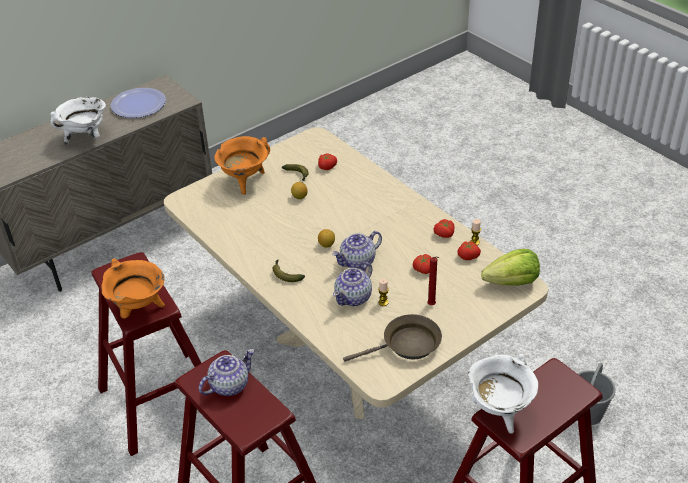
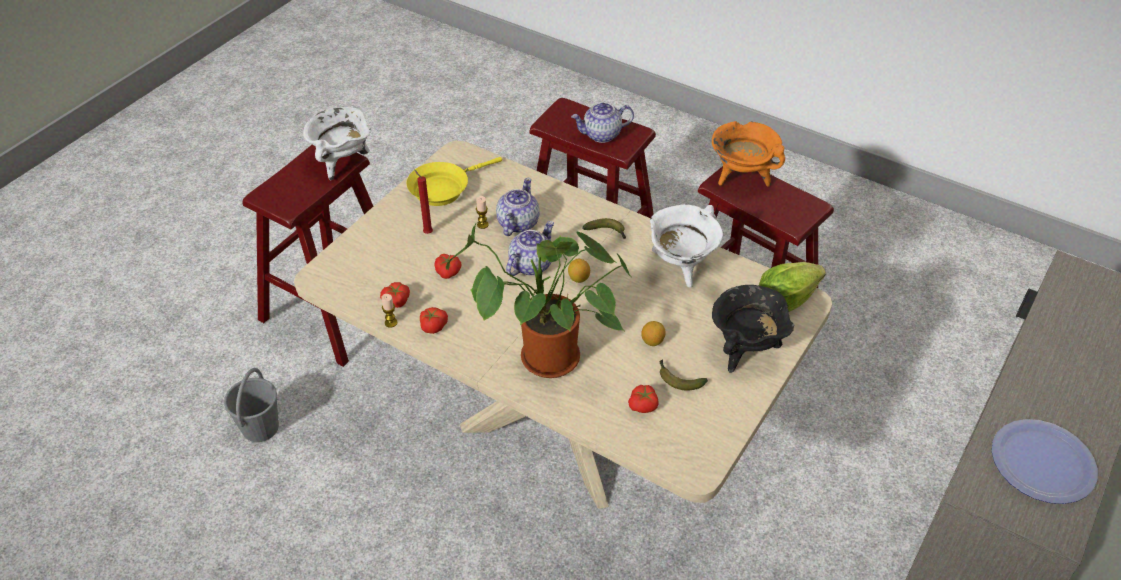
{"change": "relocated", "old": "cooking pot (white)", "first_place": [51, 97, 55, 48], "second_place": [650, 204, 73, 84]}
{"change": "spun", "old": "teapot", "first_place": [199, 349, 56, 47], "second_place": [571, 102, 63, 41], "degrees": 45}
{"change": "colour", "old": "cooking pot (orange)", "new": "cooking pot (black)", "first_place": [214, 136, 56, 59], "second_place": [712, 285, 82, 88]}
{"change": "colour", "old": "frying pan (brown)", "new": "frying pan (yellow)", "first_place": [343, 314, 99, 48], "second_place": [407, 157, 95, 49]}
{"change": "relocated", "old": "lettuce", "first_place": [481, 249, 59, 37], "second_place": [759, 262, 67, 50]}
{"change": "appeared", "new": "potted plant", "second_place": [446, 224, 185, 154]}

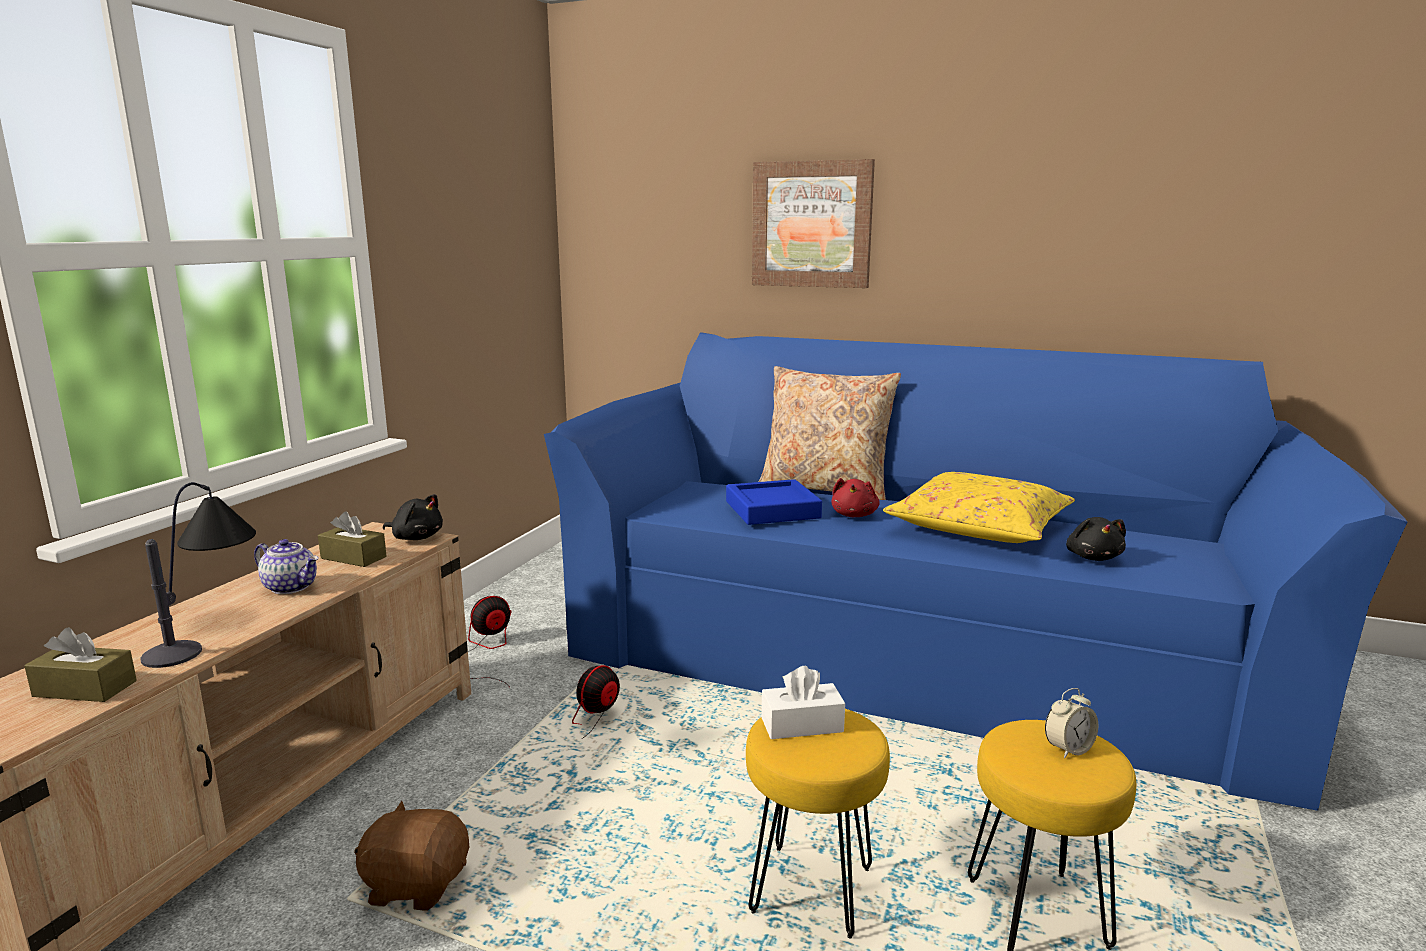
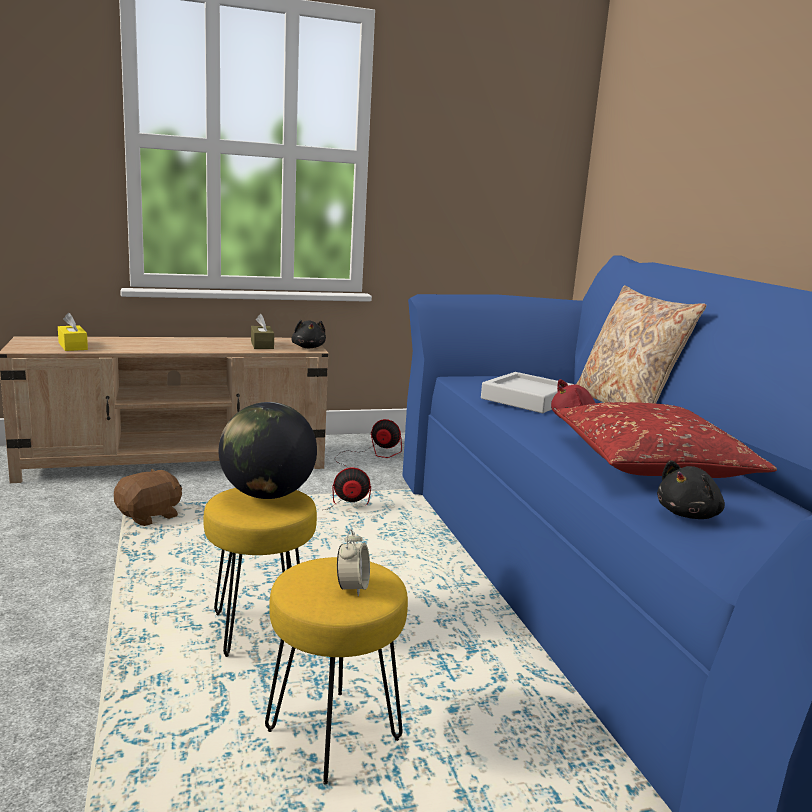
{"change": "colour", "old": "tissue box (brown)", "new": "tissue box (yellow)", "first_place": [24, 627, 113, 75], "second_place": [58, 313, 30, 38]}
{"change": "missing", "old": "table lamp", "first_place": [140, 482, 116, 186]}
{"change": "missing", "old": "teapot", "first_place": [254, 539, 65, 55]}
{"change": "spun", "old": "plush toy (brown)", "first_place": [354, 801, 115, 110], "second_place": [114, 468, 68, 58], "degrees": 75}
{"change": "colour", "old": "tray (blue)", "new": "tray (grey)", "first_place": [726, 479, 96, 46], "second_place": [481, 372, 92, 41]}
{"change": "missing", "old": "picture", "first_place": [752, 159, 123, 129]}
{"change": "exchanged", "old": "tissue box (white)", "new": "globe", "first_place": [762, 666, 83, 73], "second_place": [219, 402, 98, 97]}
{"change": "colour", "old": "pillow (yellow)", "new": "pillow (red)", "first_place": [883, 472, 192, 71], "second_place": [556, 402, 221, 76]}
{"change": "spun", "old": "alarm clock", "first_place": [1045, 688, 53, 71], "second_place": [337, 529, 33, 68], "degrees": -105}

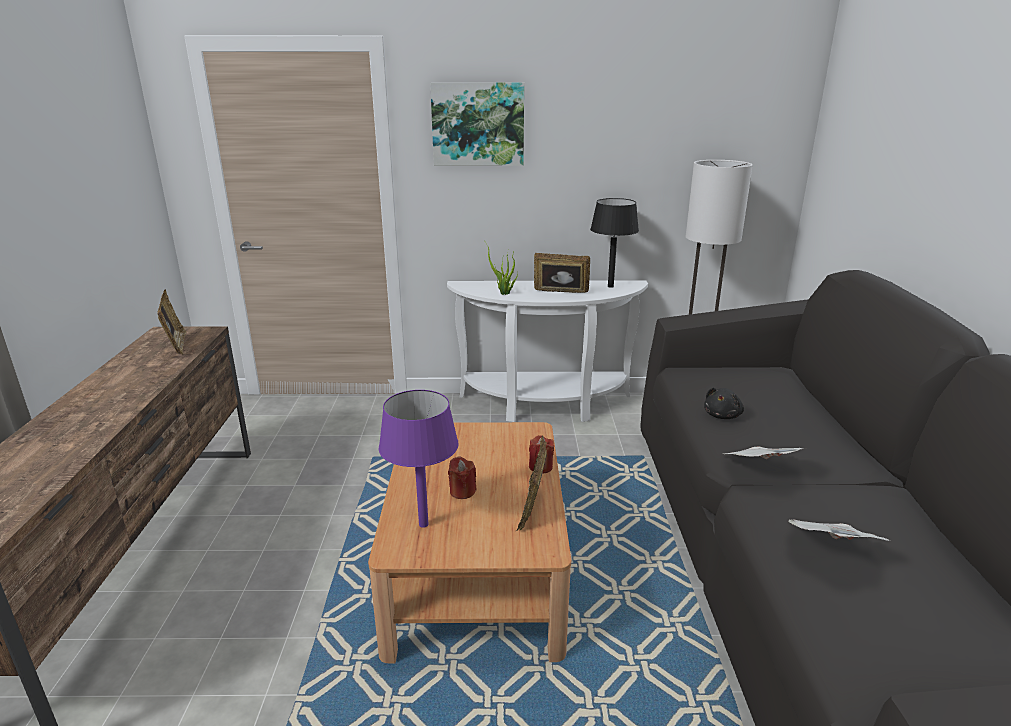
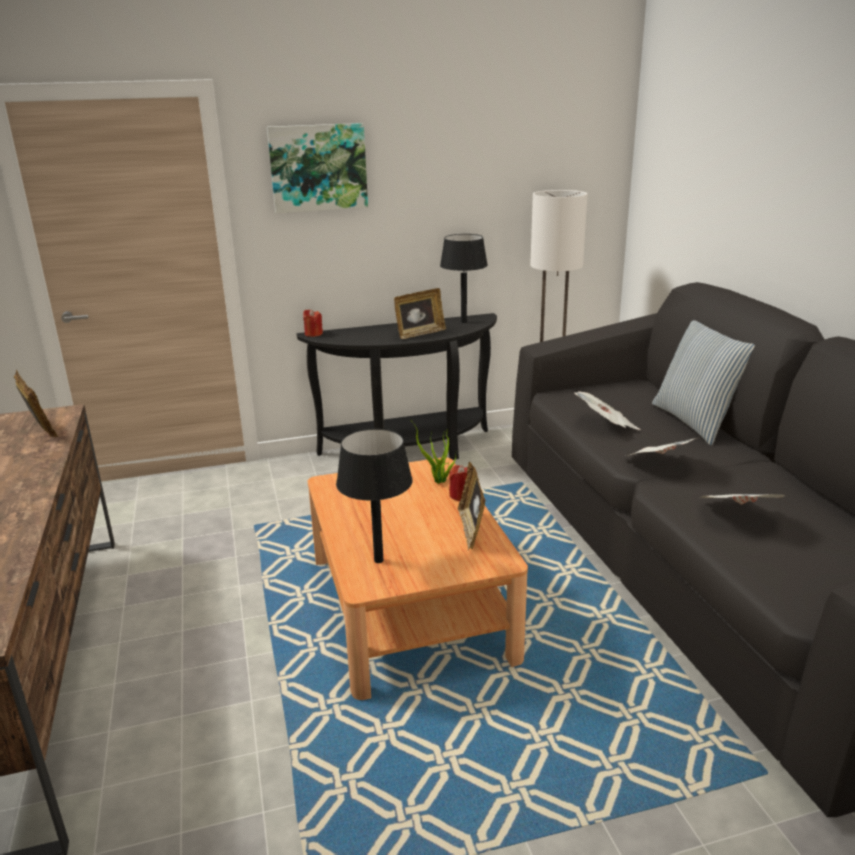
{"change": "colour", "old": "table lamp (purple)", "new": "table lamp (black)", "first_place": [379, 390, 80, 138], "second_place": [336, 429, 77, 134]}
{"change": "colour", "old": "console table (white)", "new": "console table (black)", "first_place": [447, 280, 201, 142], "second_place": [296, 313, 201, 147]}
{"change": "relocated", "old": "candle (red)", "first_place": [448, 456, 28, 43], "second_place": [303, 309, 20, 28]}
{"change": "relocated", "old": "potted plant", "first_place": [485, 242, 33, 53], "second_place": [412, 422, 45, 61]}
{"change": "spun", "old": "picture frame", "first_place": [534, 253, 56, 40], "second_place": [394, 288, 52, 51], "degrees": 150}
{"change": "exchanged", "old": "plush toy (black)", "new": "newspaper", "first_place": [704, 387, 40, 32], "second_place": [574, 391, 66, 39]}
{"change": "appeared", "new": "pillow", "second_place": [652, 320, 103, 126]}

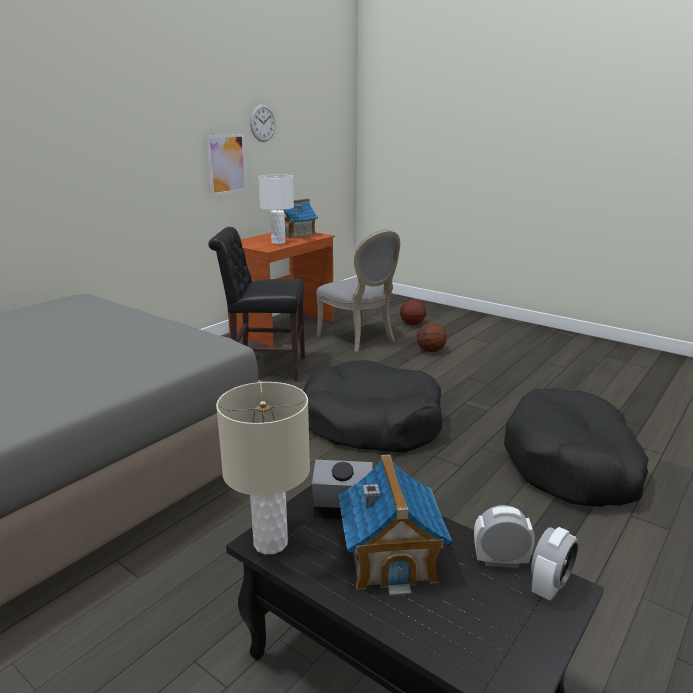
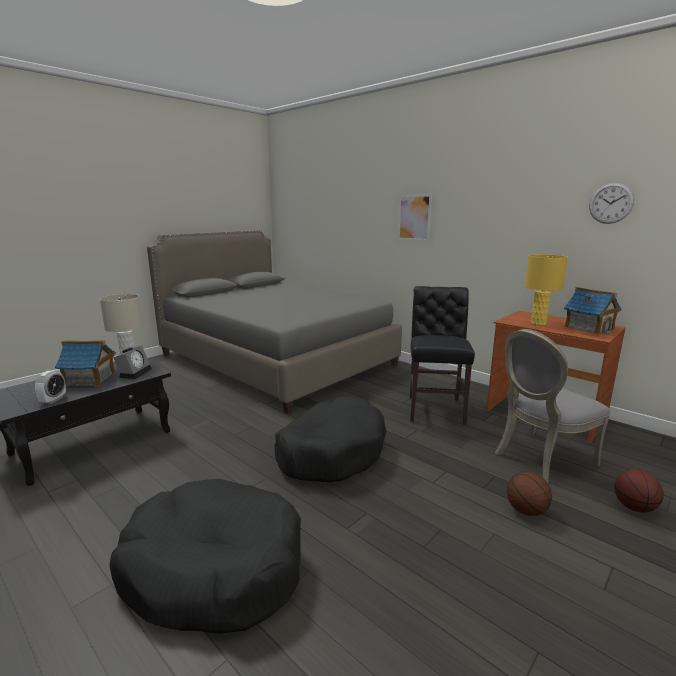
{"change": "relocated", "old": "picture", "first_place": [206, 134, 41, 62], "second_place": [398, 194, 34, 47]}
{"change": "colour", "old": "table lamp (white)", "new": "table lamp (yellow)", "first_place": [258, 174, 36, 70], "second_place": [525, 254, 43, 71]}
{"change": "missing", "old": "alarm clock", "first_place": [531, 527, 48, 74]}

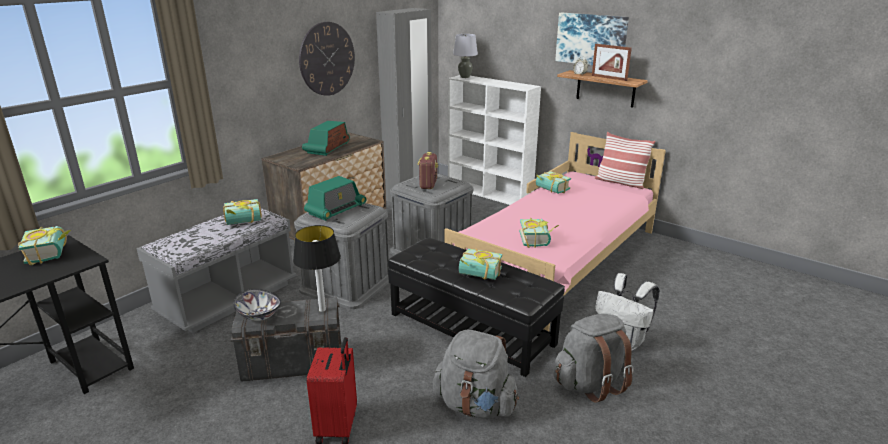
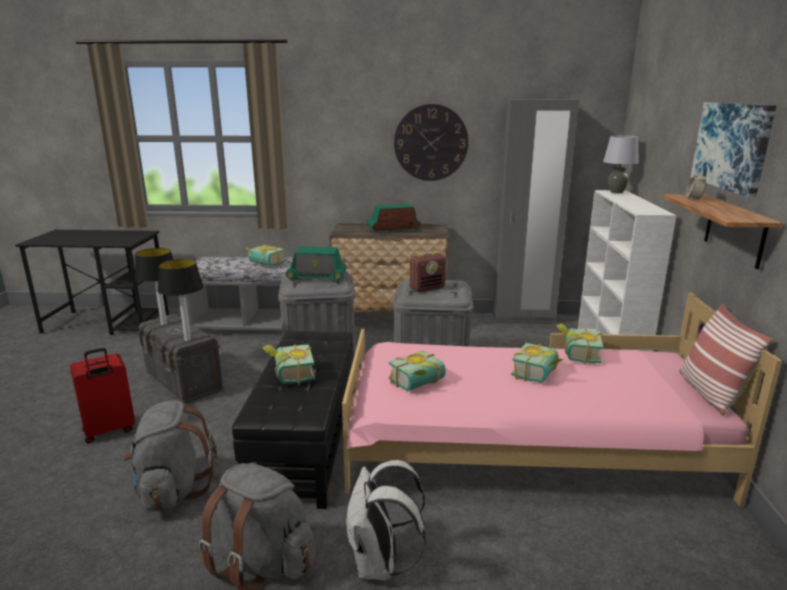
{"change": "relocated", "old": "book", "first_place": [18, 226, 53, 39], "second_place": [511, 343, 53, 40]}
{"change": "exchanged", "old": "bowl", "new": "table lamp", "first_place": [234, 289, 47, 32], "second_place": [135, 248, 38, 77]}
{"change": "missing", "old": "picture frame", "first_place": [592, 44, 40, 37]}

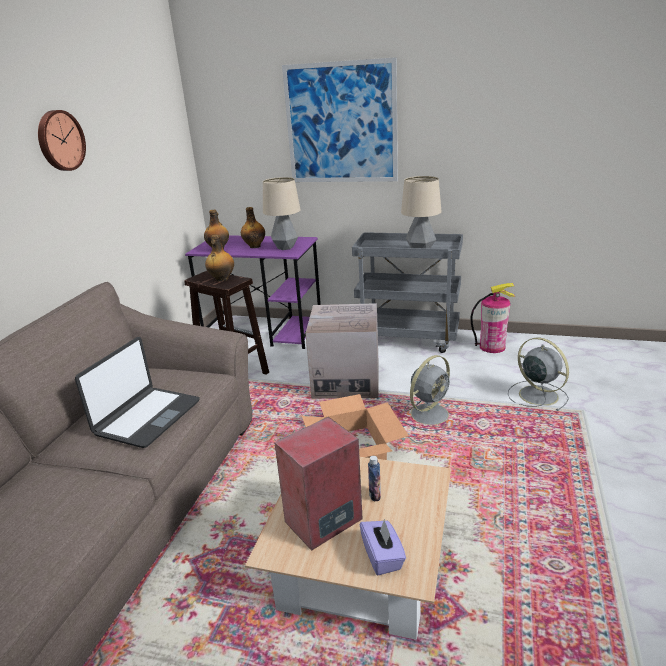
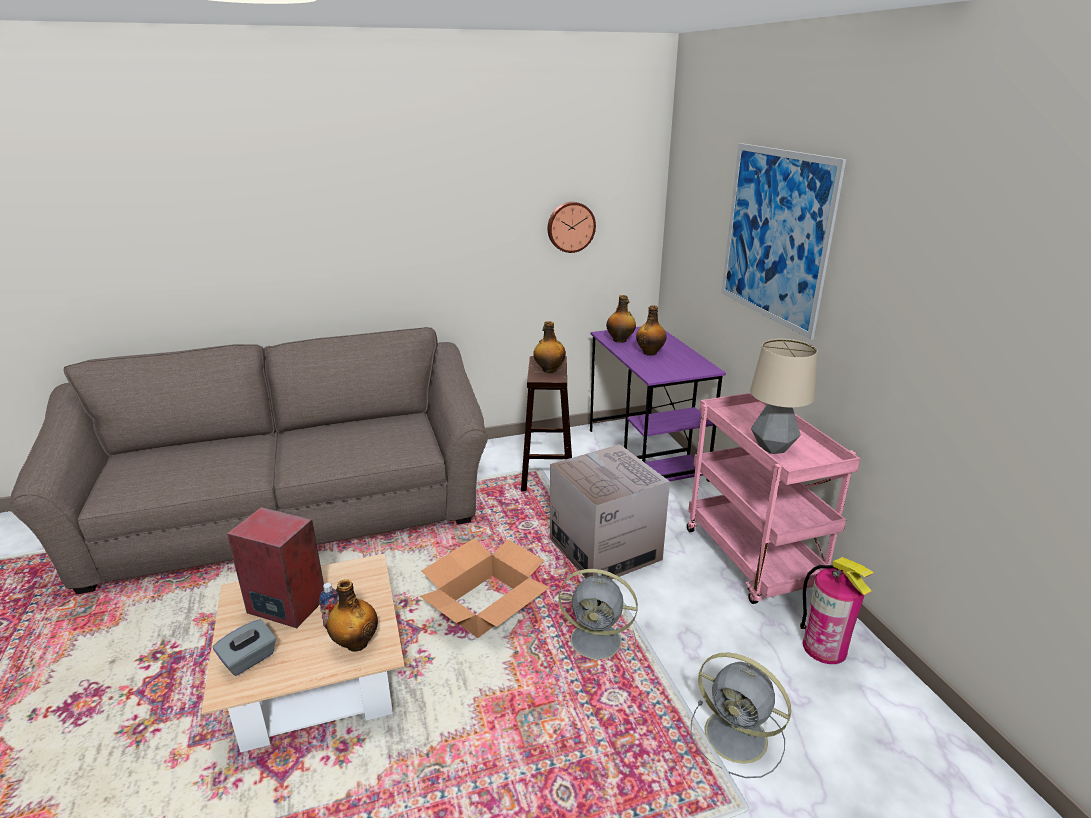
{"change": "relocated", "old": "wall clock", "first_place": [38, 110, 48, 61], "second_place": [548, 202, 48, 51]}
{"change": "missing", "old": "laptop", "first_place": [75, 337, 125, 111]}
{"change": "missing", "old": "table lamp", "first_place": [263, 177, 38, 73]}
{"change": "colour", "old": "cart (grey)", "new": "cart (pink)", "first_place": [352, 232, 111, 121], "second_place": [687, 393, 174, 211]}
{"change": "colour", "old": "tissue box (purple)", "new": "tissue box (grey)", "first_place": [360, 518, 46, 57], "second_place": [213, 619, 63, 57]}
{"change": "spun", "old": "fan (grey)", "first_place": [508, 338, 61, 73], "second_place": [690, 652, 101, 126], "degrees": 105}
{"change": "appeared", "new": "bottle", "second_place": [327, 579, 51, 73]}

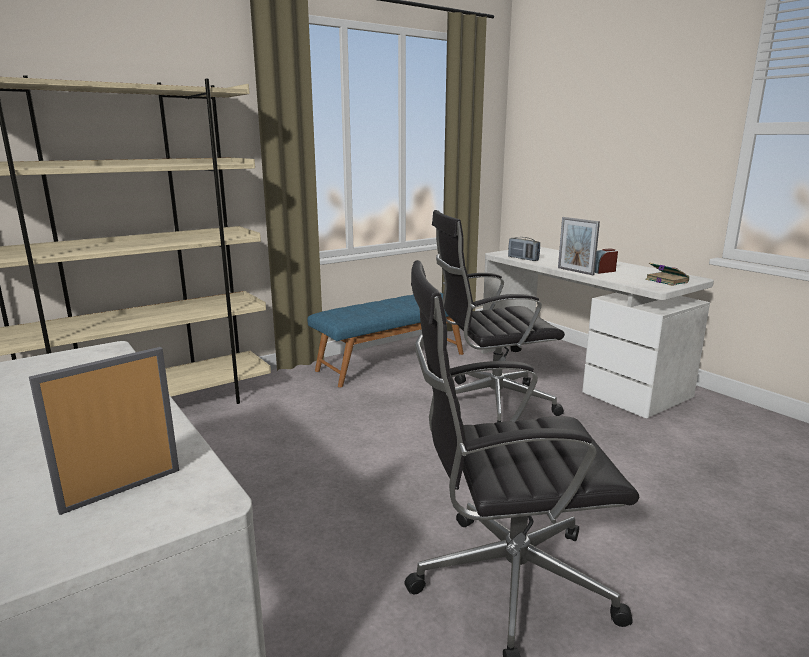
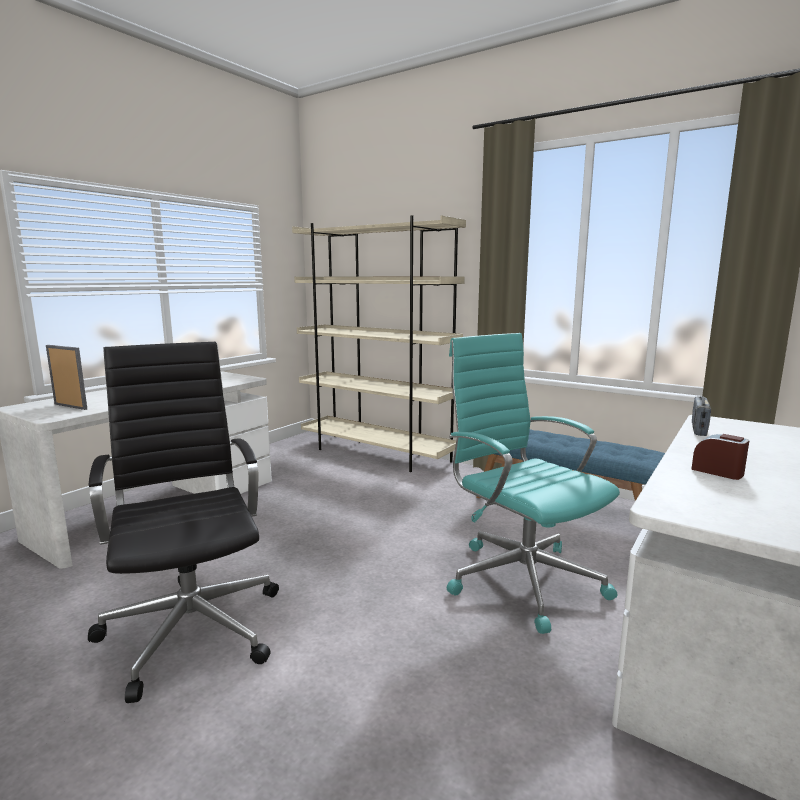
{"change": "colour", "old": "office chair (black)", "new": "office chair (turquoise)", "first_place": [432, 210, 133, 213], "second_place": [447, 333, 173, 301]}
{"change": "missing", "old": "picture frame", "first_place": [558, 217, 42, 58]}
{"change": "missing", "old": "book", "first_place": [645, 262, 44, 24]}

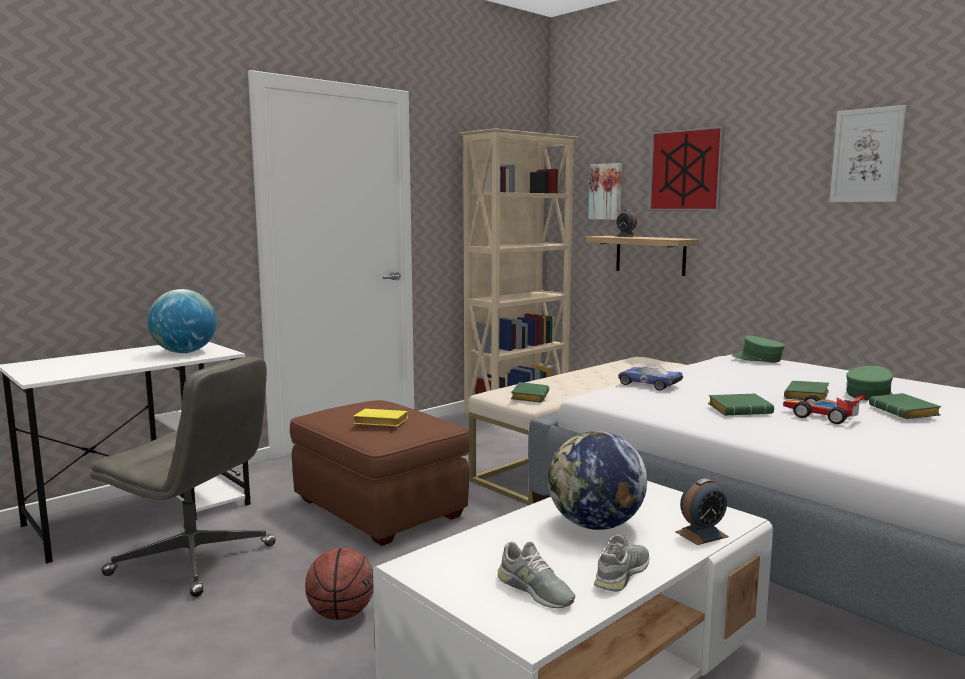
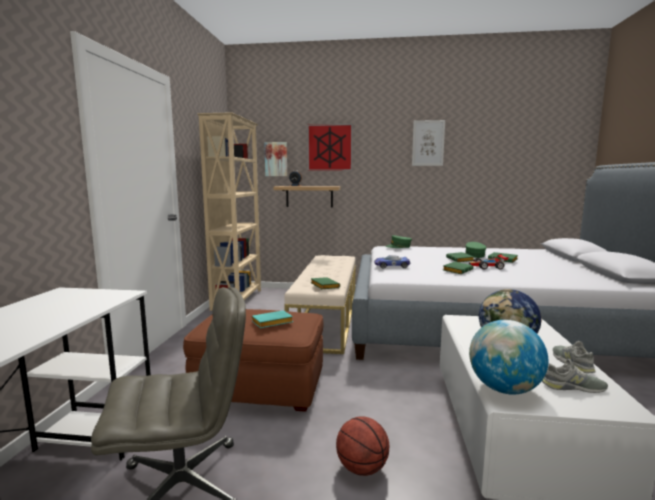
{"change": "relocated", "old": "globe", "first_place": [148, 289, 69, 64], "second_place": [469, 320, 79, 74]}
{"change": "colour", "old": "book (yellow)", "new": "book (turquoise)", "first_place": [353, 409, 55, 17], "second_place": [252, 310, 41, 18]}
{"change": "missing", "old": "alarm clock", "first_place": [675, 478, 54, 67]}

